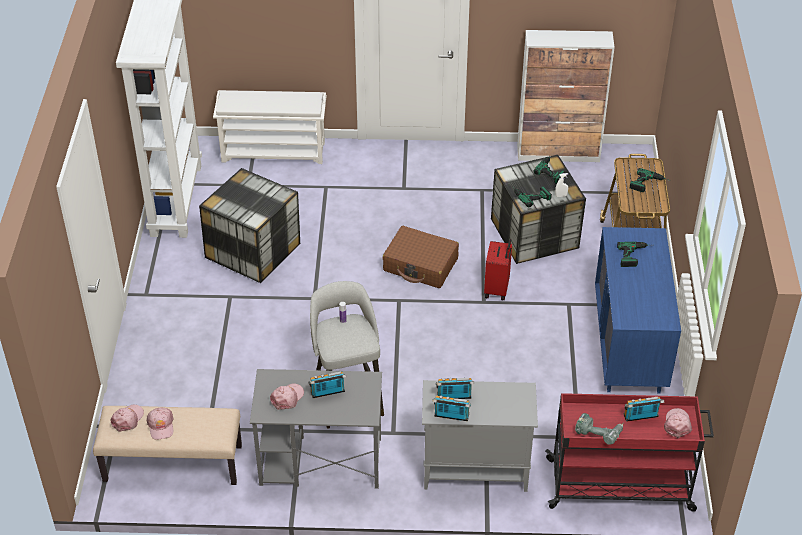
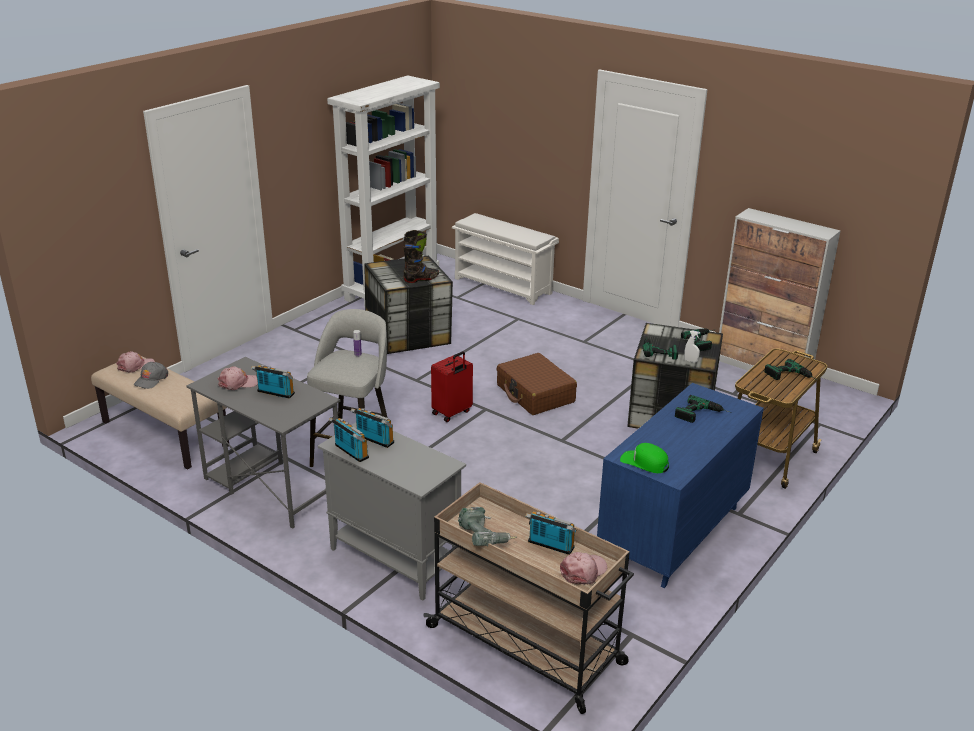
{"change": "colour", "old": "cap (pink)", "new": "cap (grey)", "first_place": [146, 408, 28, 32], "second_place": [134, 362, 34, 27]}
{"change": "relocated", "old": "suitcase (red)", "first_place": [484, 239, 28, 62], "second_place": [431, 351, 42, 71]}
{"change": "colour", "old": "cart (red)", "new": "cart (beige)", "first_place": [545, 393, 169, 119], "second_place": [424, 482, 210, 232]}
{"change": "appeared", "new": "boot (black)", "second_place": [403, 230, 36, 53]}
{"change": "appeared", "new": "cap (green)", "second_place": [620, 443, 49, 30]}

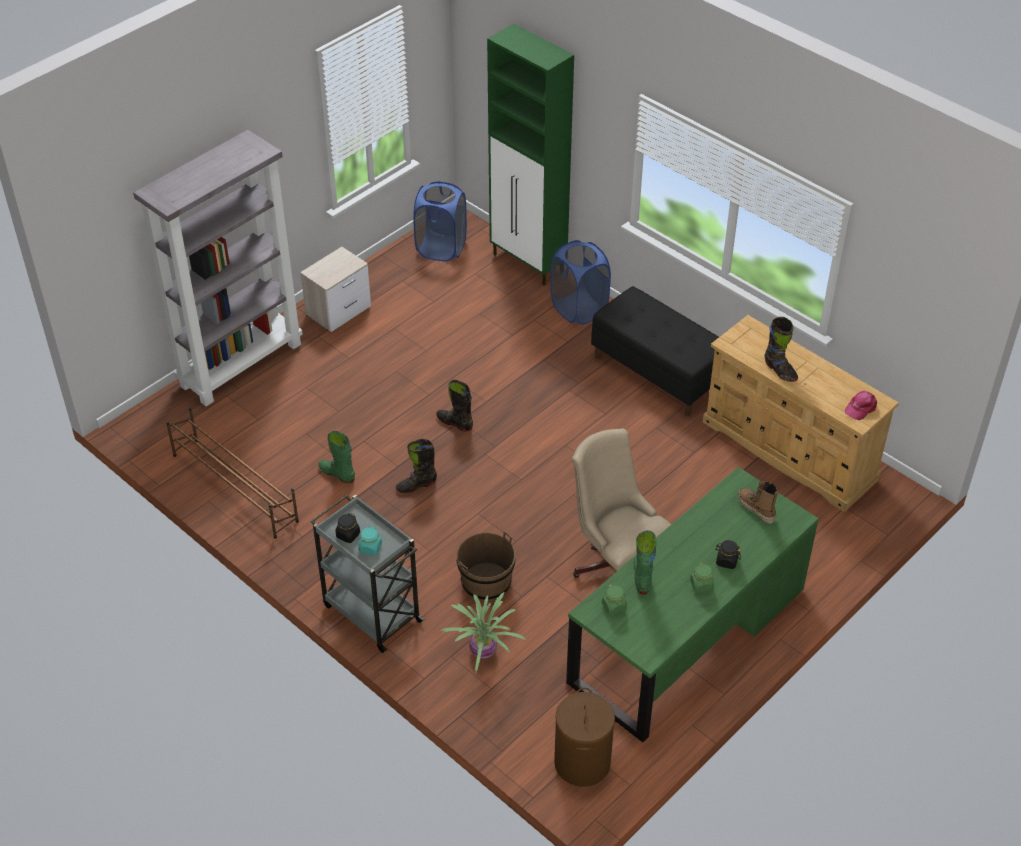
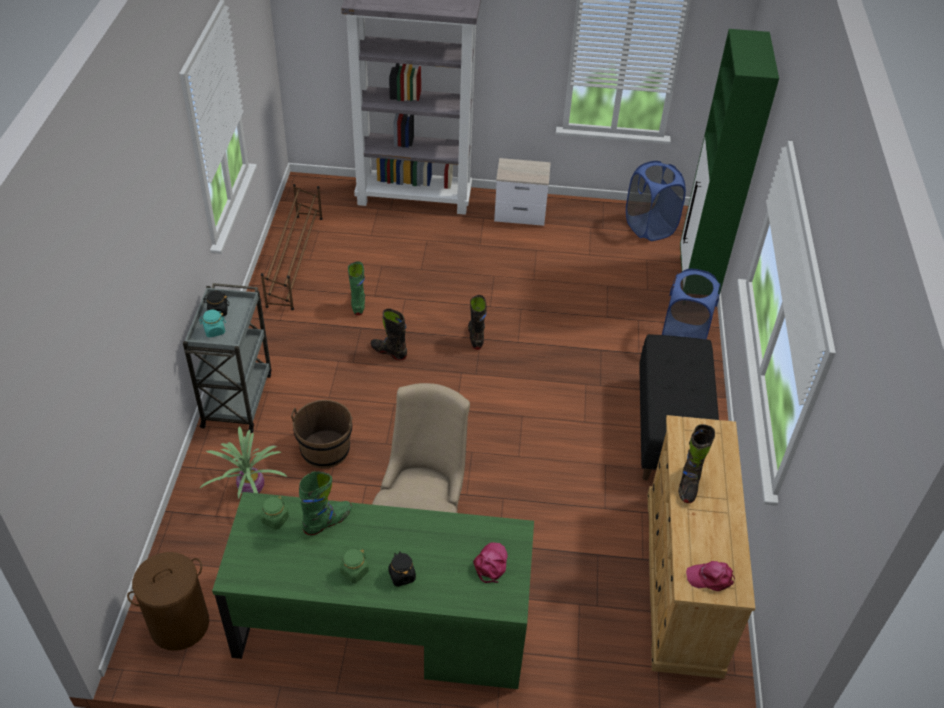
{"change": "exchanged", "old": "boot", "new": "cap (pink)", "first_place": [738, 481, 40, 43], "second_place": [473, 542, 34, 41]}

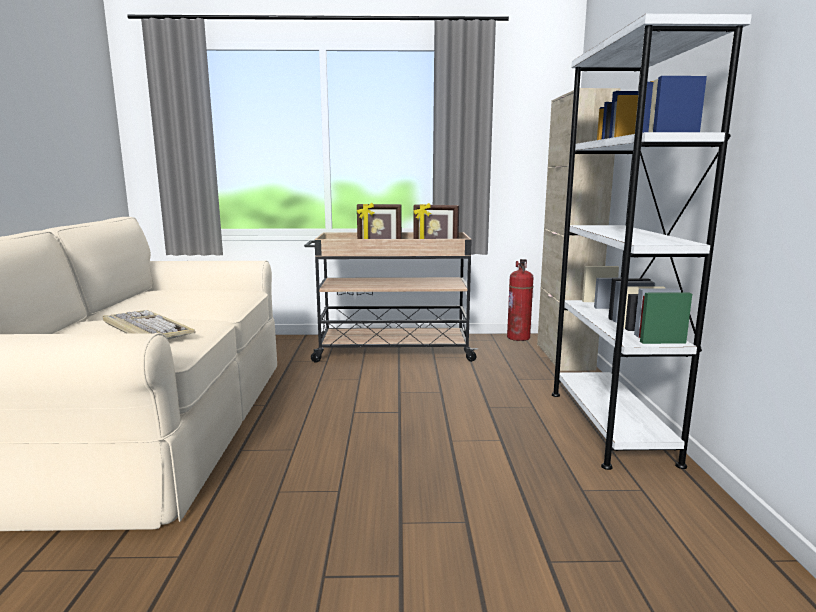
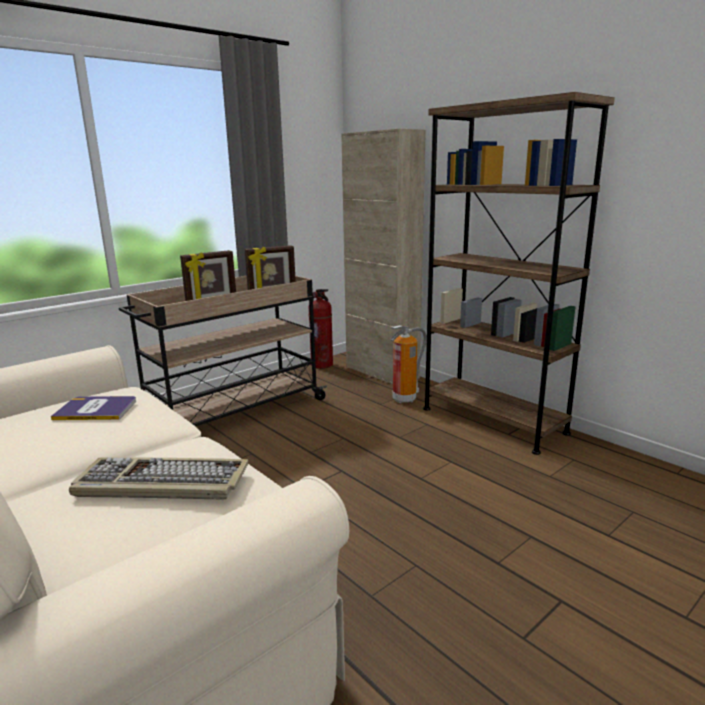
{"change": "colour", "old": "bookcase (white)", "new": "bookcase (brown)", "first_place": [552, 14, 200, 456], "second_place": [423, 92, 192, 363]}
{"change": "appeared", "new": "book", "second_place": [51, 396, 85, 24]}
{"change": "appeared", "new": "fire extinguisher", "second_place": [390, 325, 37, 78]}

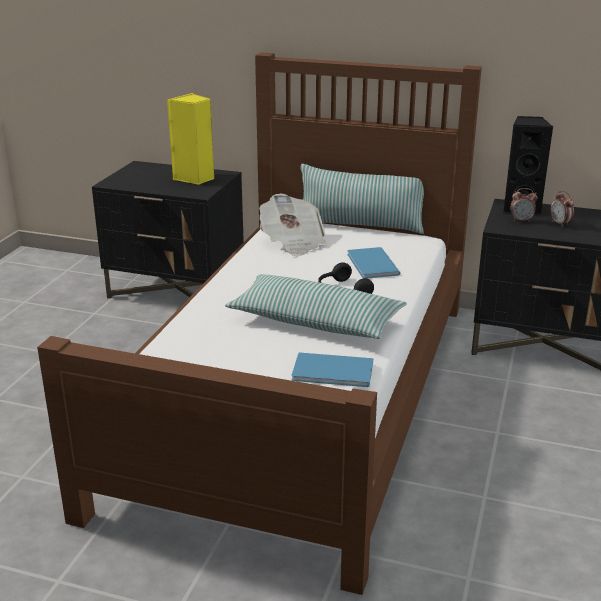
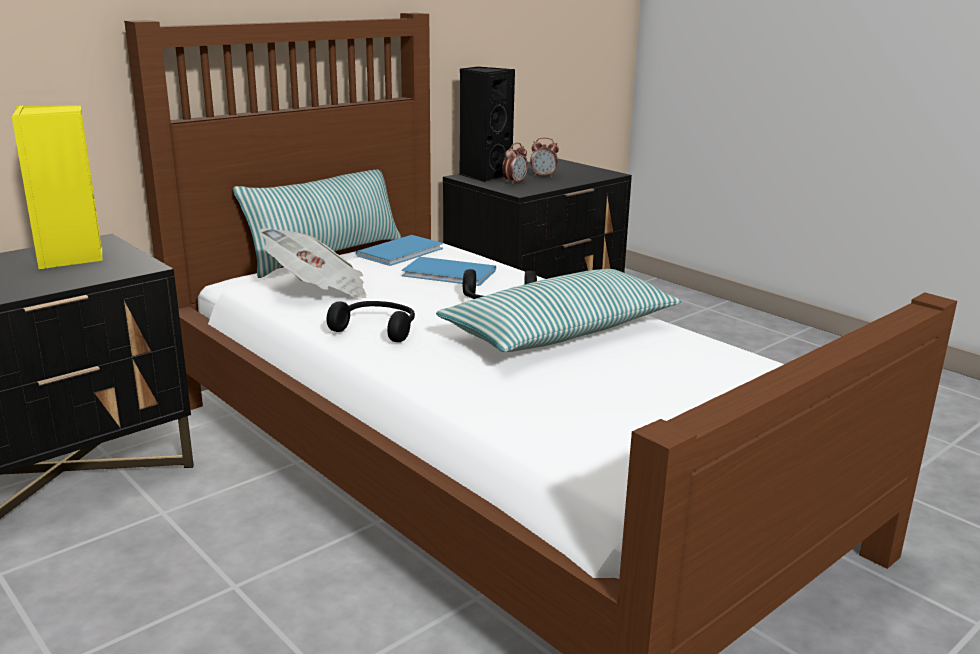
{"change": "relocated", "old": "book (blue)", "first_place": [292, 352, 81, 35], "second_place": [356, 235, 87, 31]}
{"change": "appeared", "new": "headphones (black)", "second_place": [327, 301, 88, 41]}

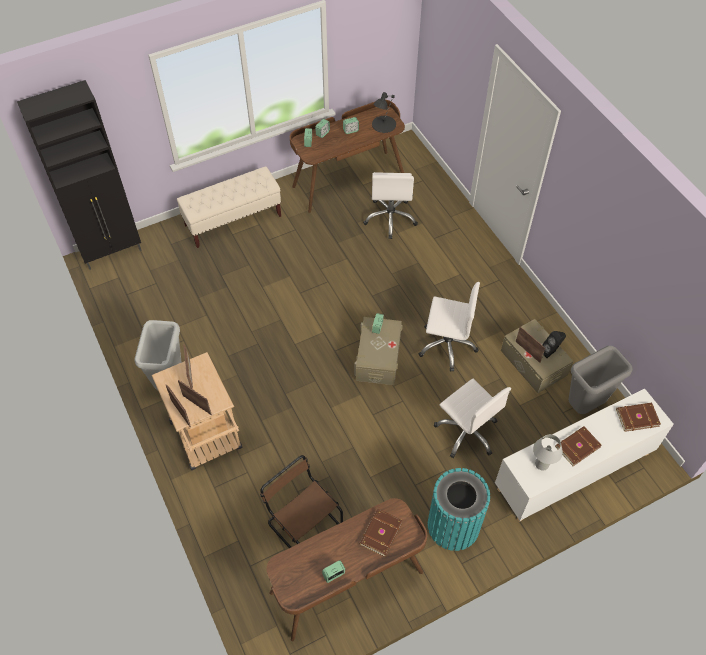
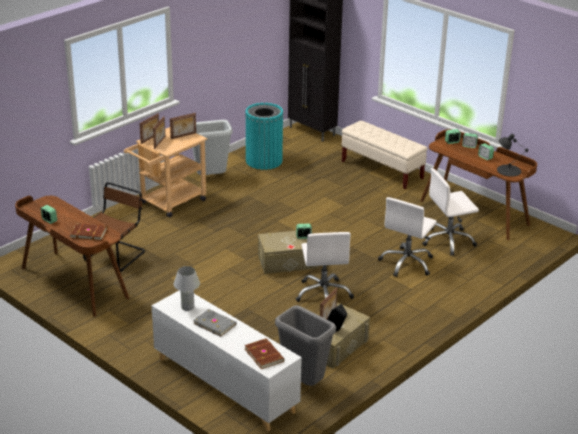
{"change": "relocated", "old": "trash can (turquoise)", "first_place": [428, 468, 62, 83], "second_place": [245, 103, 38, 67]}
{"change": "relocated", "old": "office chair (white)", "first_place": [434, 378, 77, 80], "second_place": [378, 197, 59, 80]}
{"change": "colour", "old": "book (brown)", "new": "book (grey)", "first_place": [555, 426, 46, 40], "second_place": [193, 309, 44, 28]}

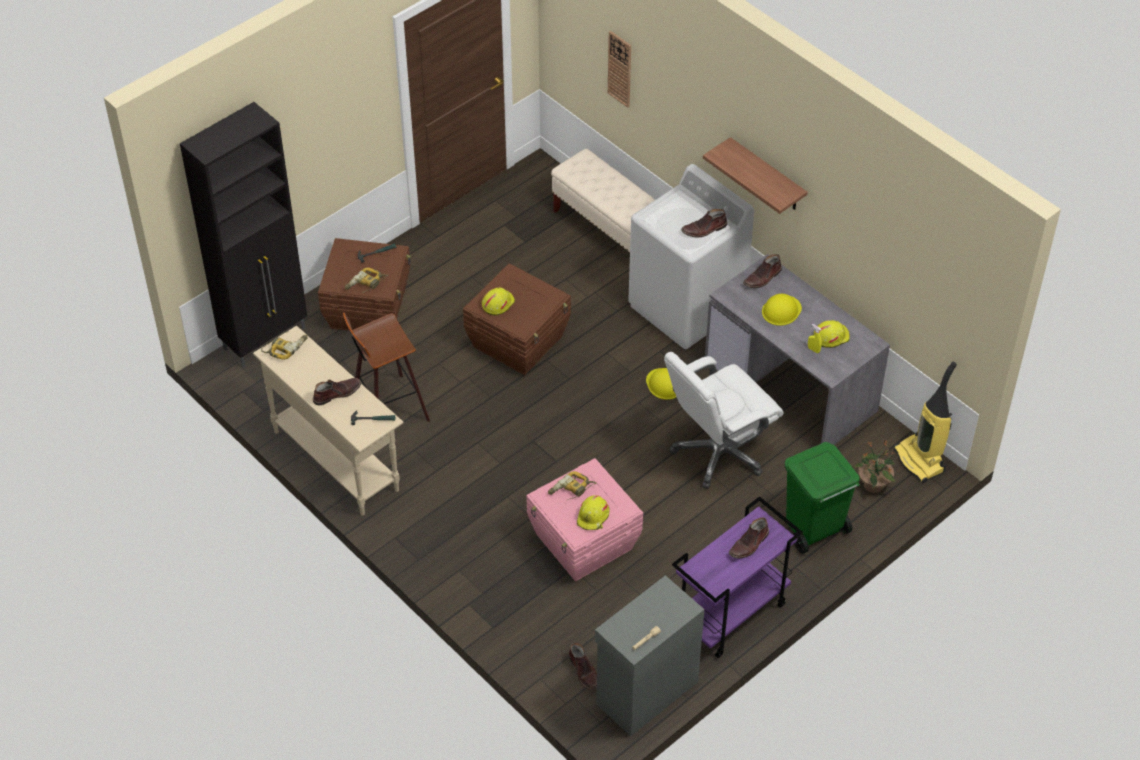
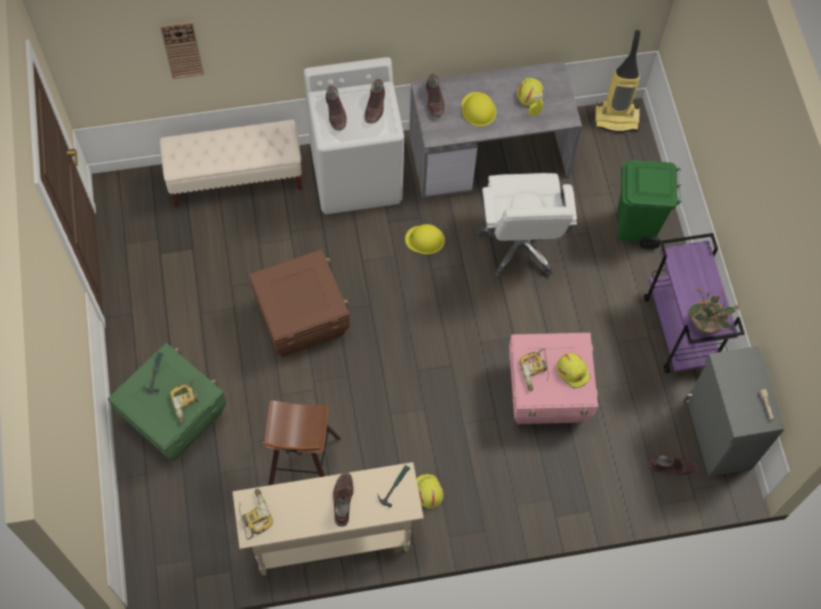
{"change": "missing", "old": "cabinet (black)", "first_place": [180, 102, 127, 266]}
{"change": "colour", "old": "storage box (brown)", "new": "storage box (green)", "first_place": [318, 238, 93, 93], "second_place": [108, 343, 118, 118]}
{"change": "relocated", "old": "hard hat (yellow)", "first_place": [482, 287, 33, 29], "second_place": [416, 474, 28, 35]}
{"change": "missing", "old": "shelf", "first_place": [703, 137, 104, 77]}
{"change": "relocated", "old": "boot (brown)", "first_place": [729, 517, 40, 42], "second_place": [326, 86, 21, 45]}
{"change": "relocated", "old": "potted plant", "first_place": [854, 441, 41, 52], "second_place": [688, 287, 53, 47]}

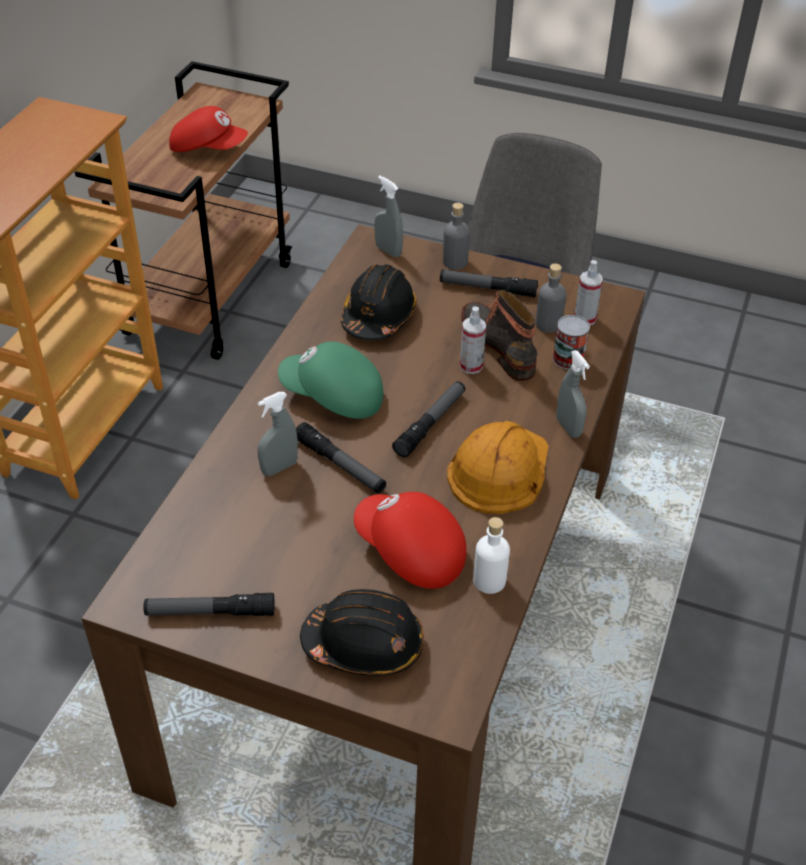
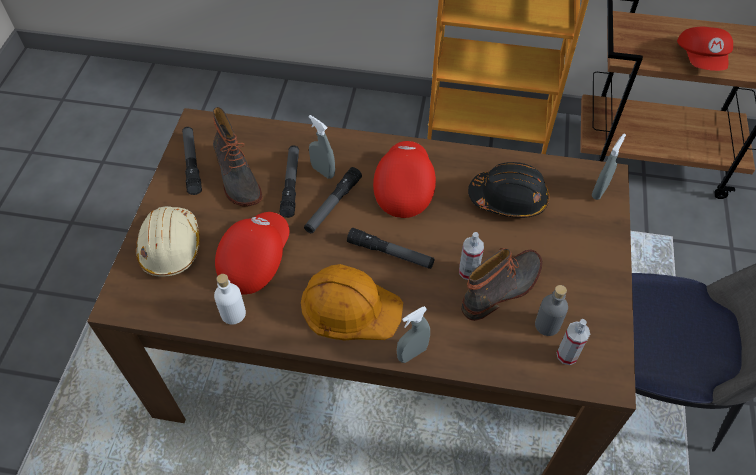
{"change": "colour", "old": "cap (green)", "new": "cap (red)", "first_place": [278, 341, 105, 78], "second_place": [373, 141, 63, 77]}
{"change": "colour", "old": "hard hat (black)", "new": "hard hat (beige)", "first_place": [300, 589, 124, 87], "second_place": [136, 206, 64, 71]}
{"change": "relocated", "old": "flashlight", "first_place": [440, 269, 98, 28], "second_place": [279, 145, 20, 73]}
{"change": "missing", "old": "bottle (grey)", "first_place": [443, 203, 27, 67]}
{"change": "missing", "old": "can", "first_place": [553, 315, 37, 55]}
{"change": "appeared", "new": "boot", "second_place": [213, 107, 50, 100]}

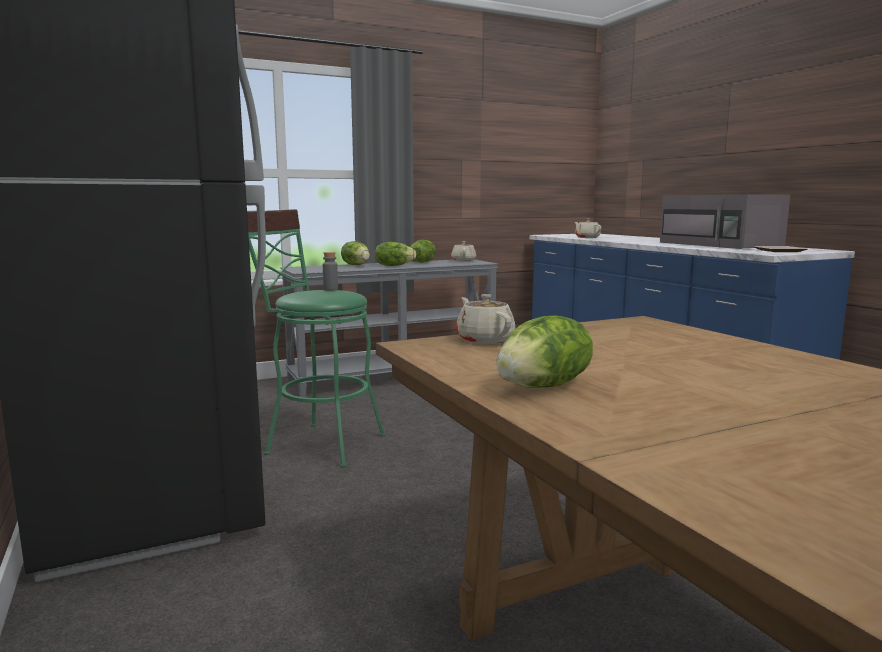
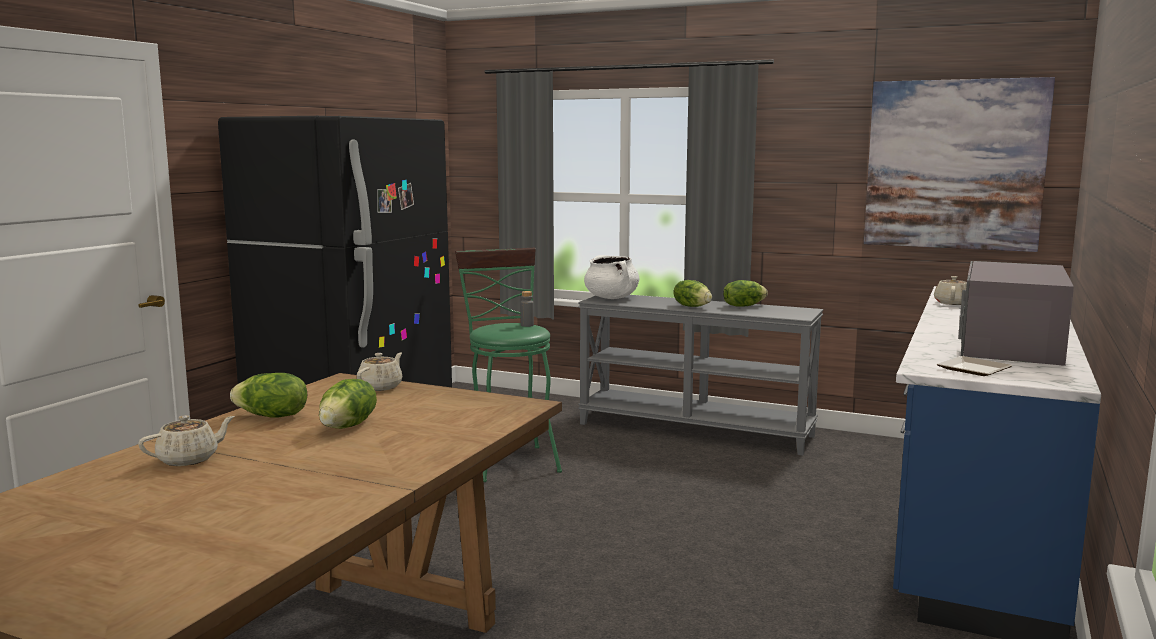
{"change": "relocated", "old": "lettuce", "first_place": [341, 241, 29, 24], "second_place": [319, 379, 58, 50]}
{"change": "relocated", "old": "teapot (beige)", "first_place": [451, 241, 25, 20], "second_place": [138, 415, 97, 51]}
{"change": "appeared", "new": "cooking pot (white)", "second_place": [584, 255, 55, 44]}
{"change": "appeared", "new": "picture", "second_place": [864, 77, 191, 175]}

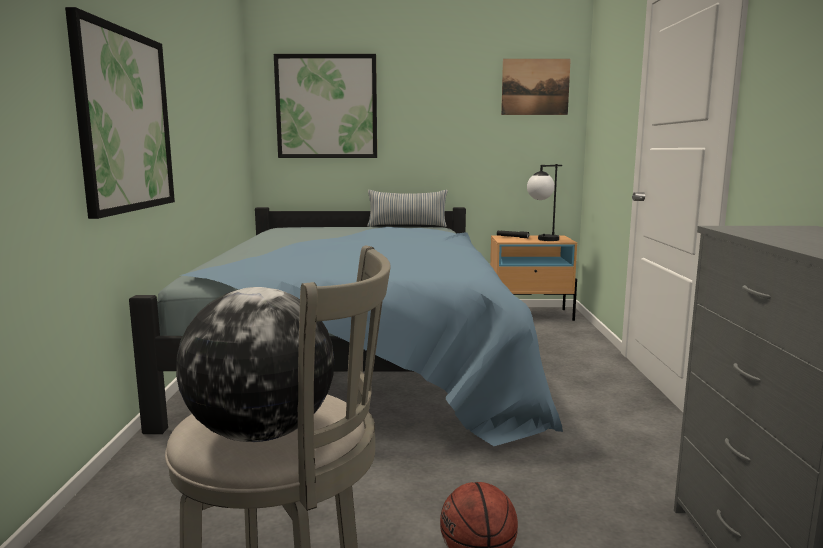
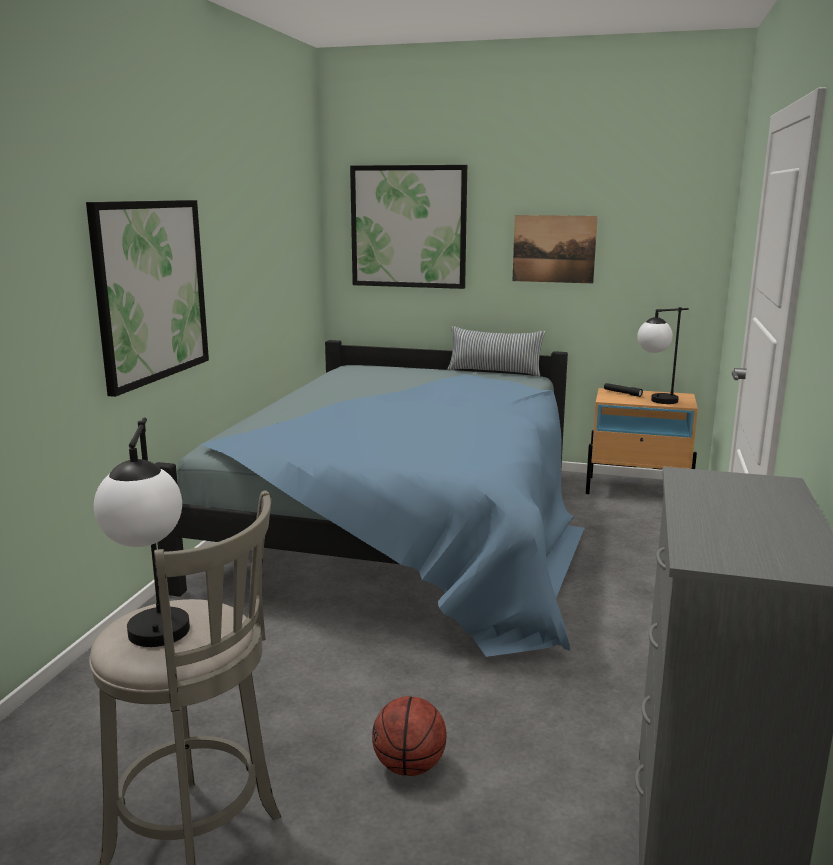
{"change": "exchanged", "old": "globe", "new": "table lamp", "first_place": [176, 287, 158, 155], "second_place": [94, 418, 96, 229]}
{"change": "relocated", "old": "picture", "first_place": [501, 59, 70, 56], "second_place": [512, 215, 86, 68]}

